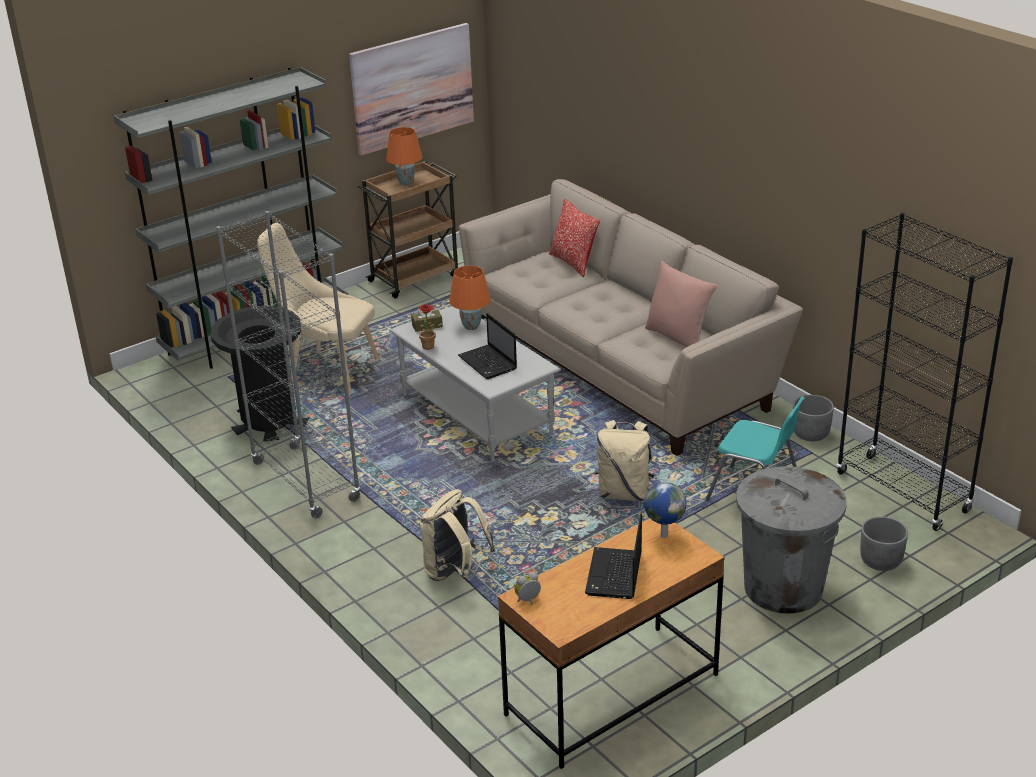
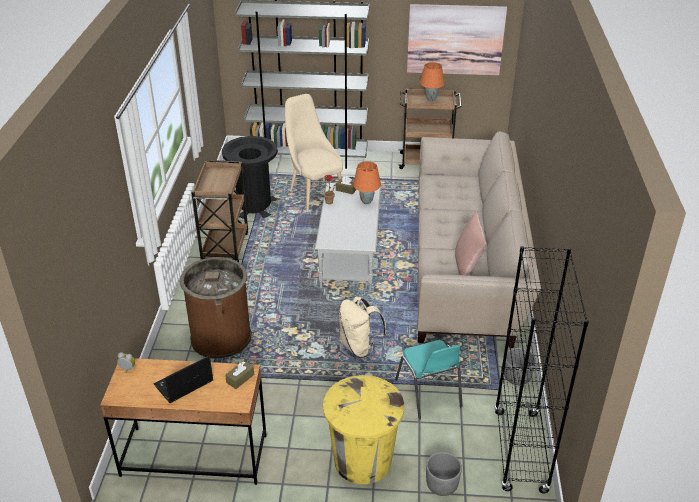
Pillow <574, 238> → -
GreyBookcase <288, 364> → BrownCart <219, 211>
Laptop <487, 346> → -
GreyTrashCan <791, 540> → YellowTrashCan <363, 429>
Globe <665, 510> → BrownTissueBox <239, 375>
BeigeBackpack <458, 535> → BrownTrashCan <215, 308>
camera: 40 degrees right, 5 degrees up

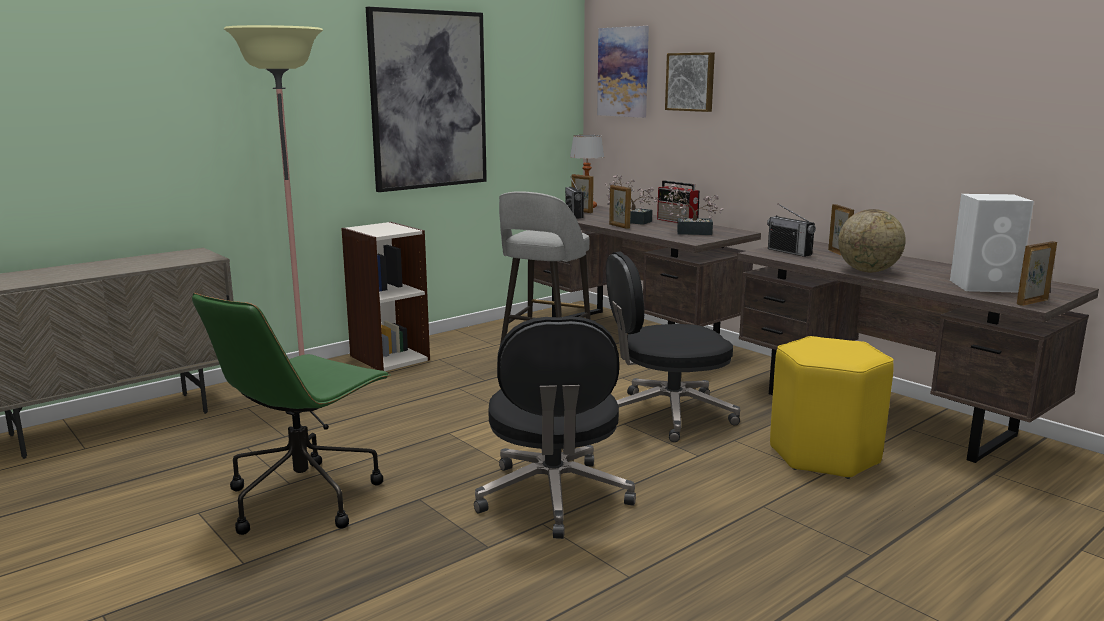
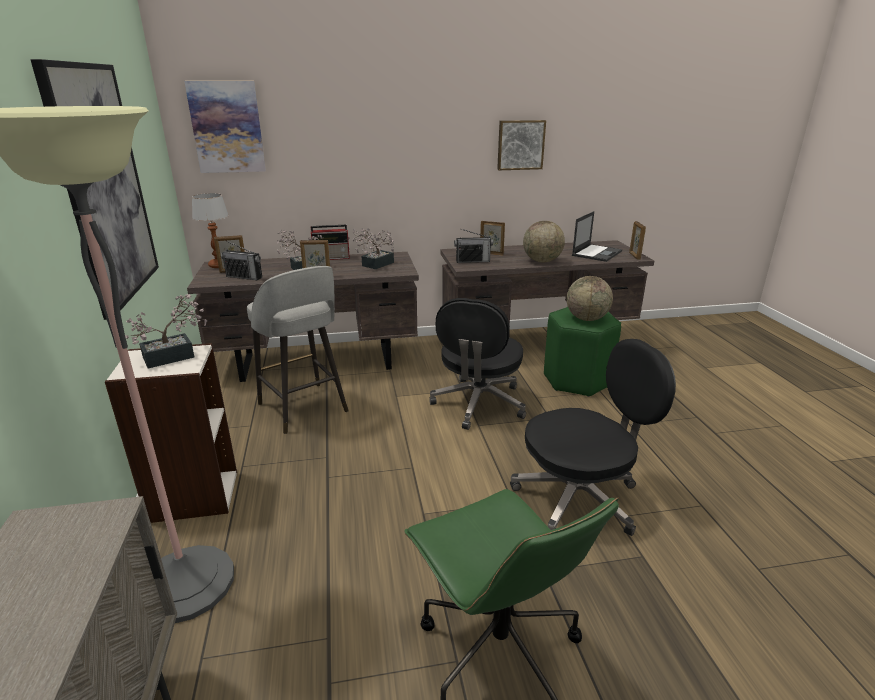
Picture <690, 82> → Picture <521, 145>, moved
WhiteSpeaker <992, 243> → Laptop <597, 236>
BlackOfficeChair <555, 427> → BlackOfficeChair <593, 437>, 45 degrees counterclockwise
YellowStool <832, 407> → GreenStool <582, 352>
- → Globe <589, 298>
- → PottedPlant <166, 331>
camera: 60 degrees left, 10 degrees up

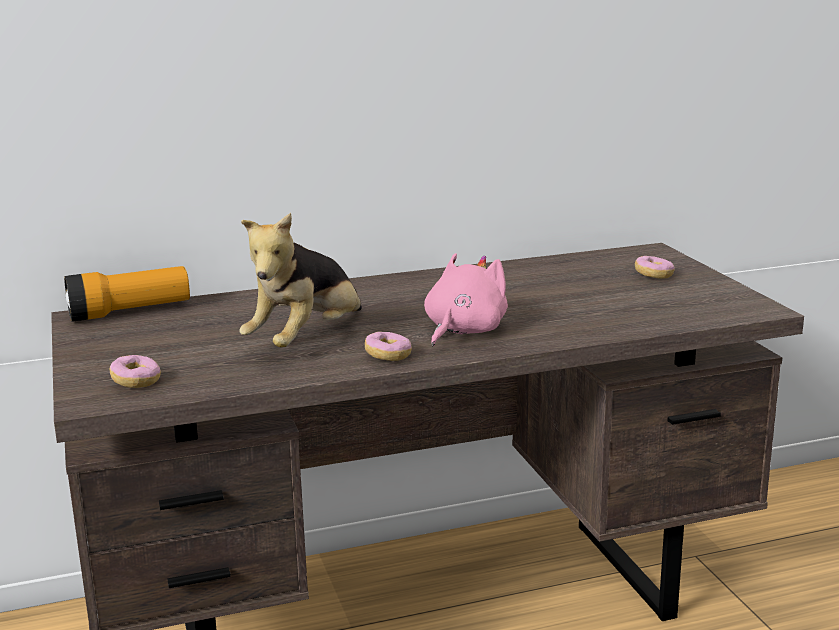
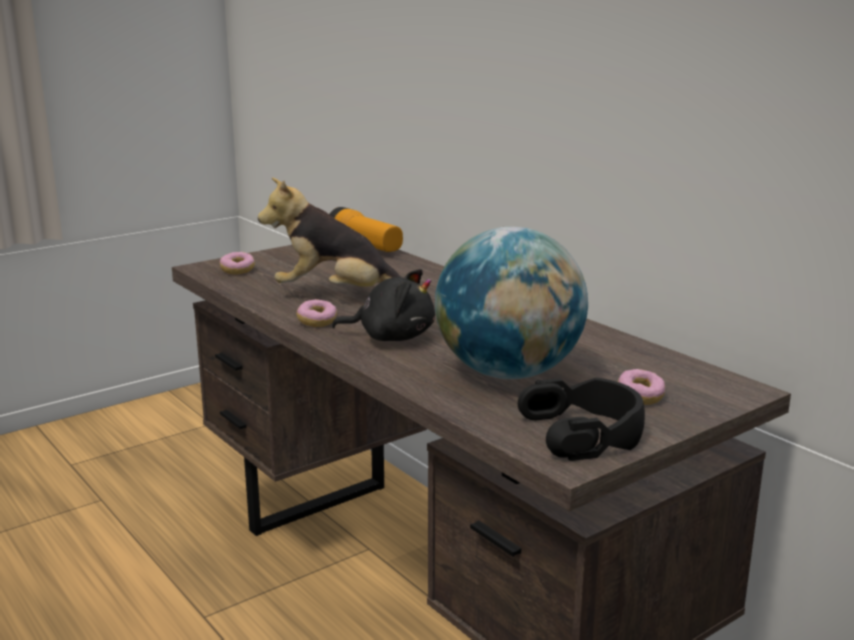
PinkPlushToy <466, 299> → BlackPlushToy <383, 305>
- → Globe <511, 303>
- → BlackHeadphones <581, 419>
camera: 70 degrees right, 0 degrees up

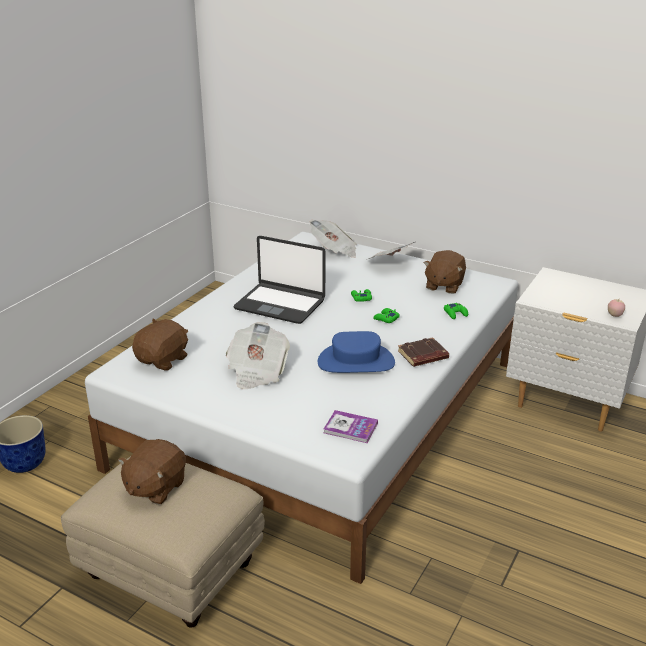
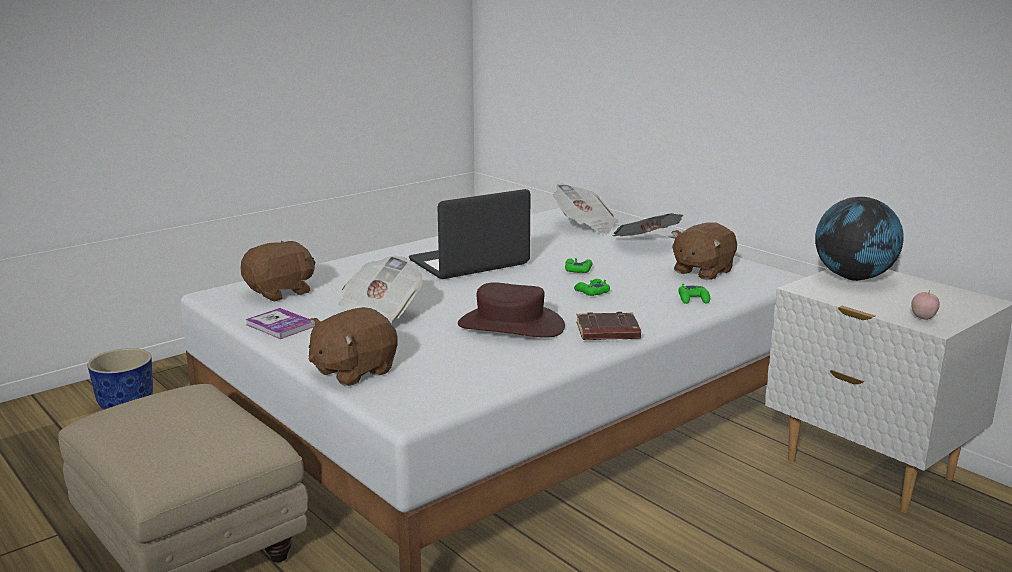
Laptop <279, 280> → Laptop <469, 234>, 105 degrees clockwise
BlueHat <356, 352> → BrownHat <511, 310>
Book <350, 426> → Book <279, 323>, moved
BrownPlushToy <152, 472> → BrownPlushToy <353, 346>, moved
- → Globe <859, 239>
camera: 20 degrees right, 10 degrees down

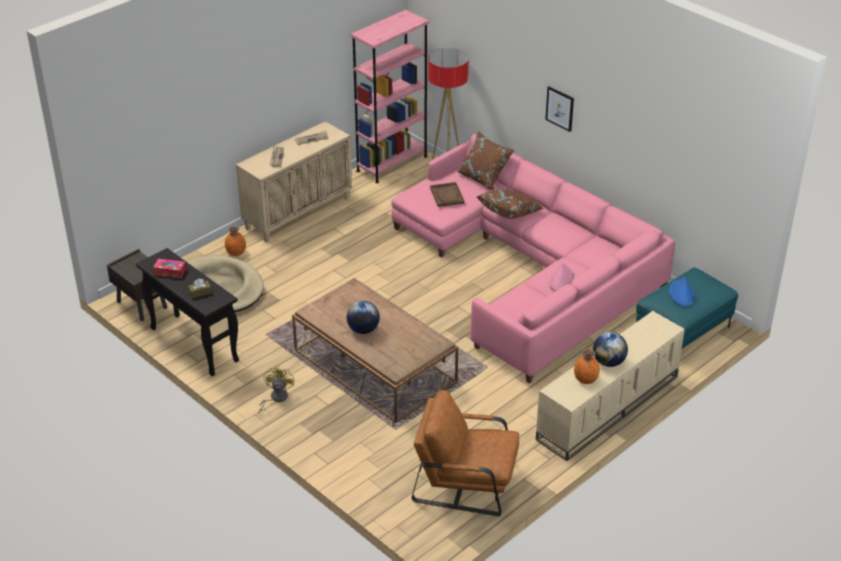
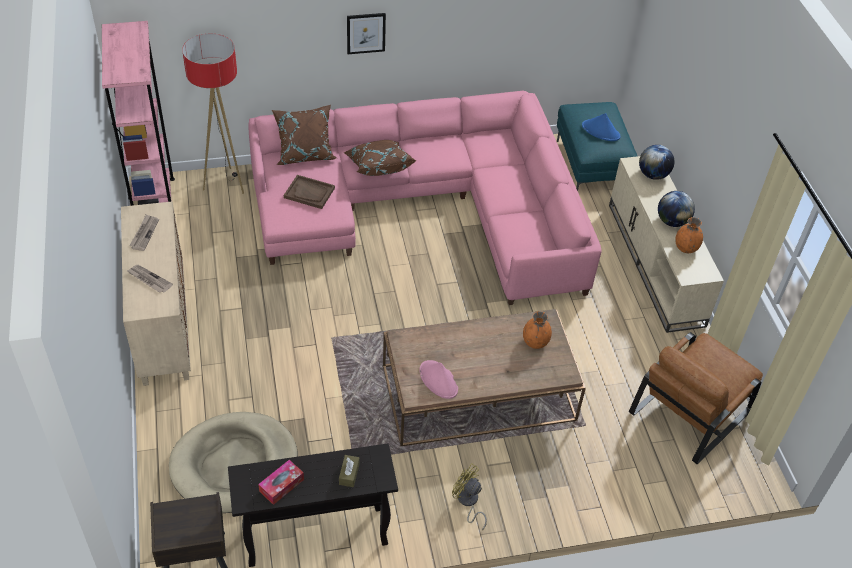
OrangeVase <235, 241> → OrangeVase <537, 330>, moved
PinkHat <561, 277> → PinkHat <438, 379>, moved
Globe <363, 317> → Globe <657, 162>, moved
camera: 60 degrees left, 10 degrees up

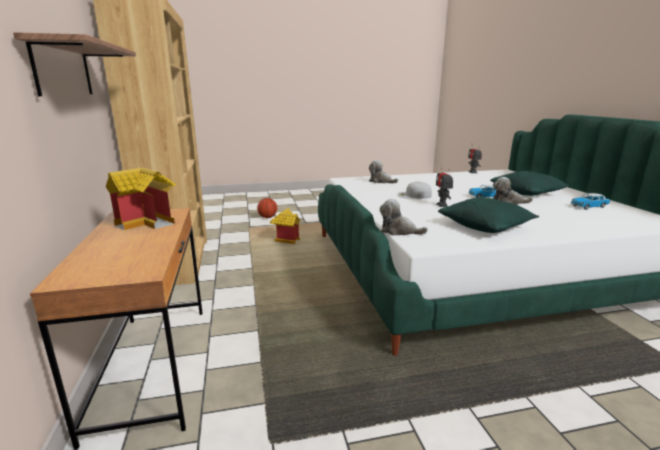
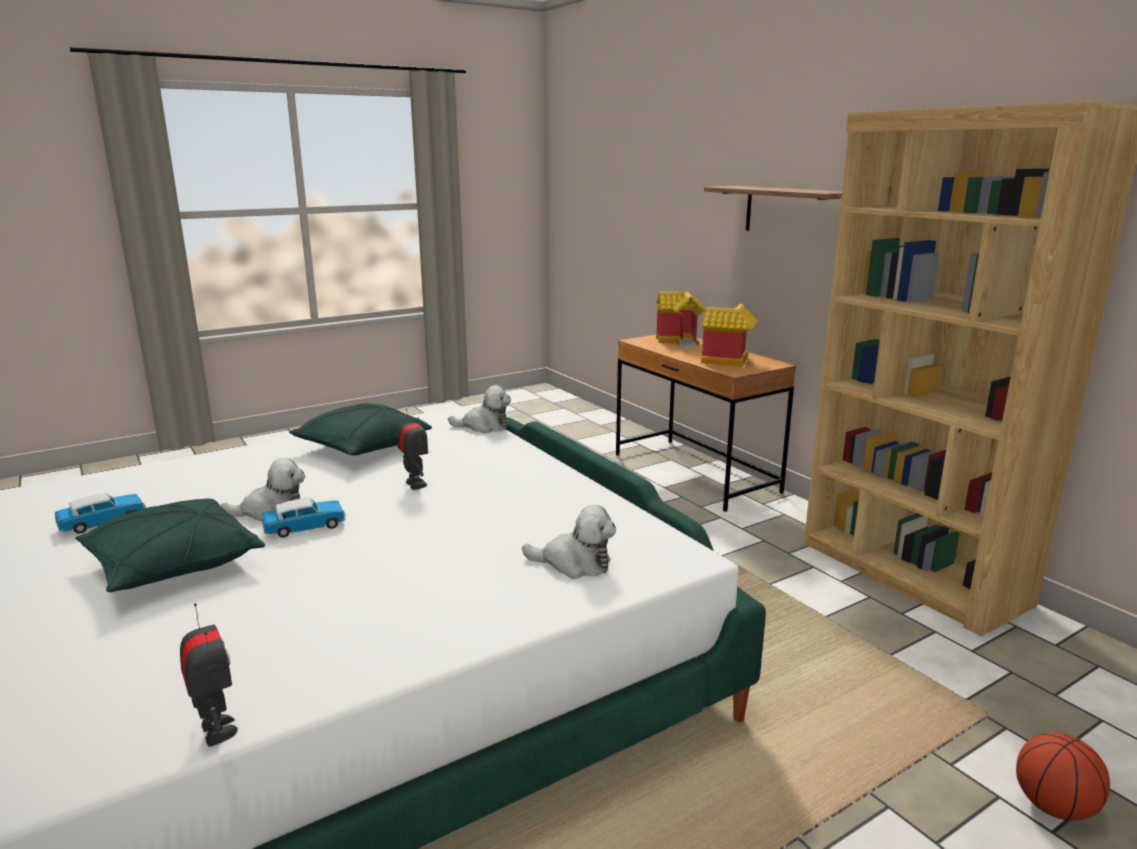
WhiteCap <414, 190> → -
ToyHouse <285, 226> → ToyHouse <681, 319>, moved
camera: 160 degrees right, 0 degrees up

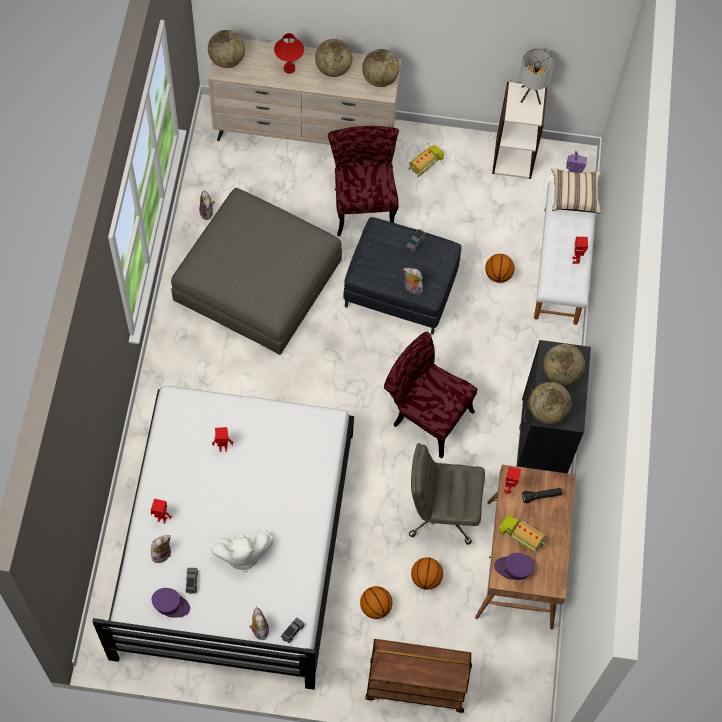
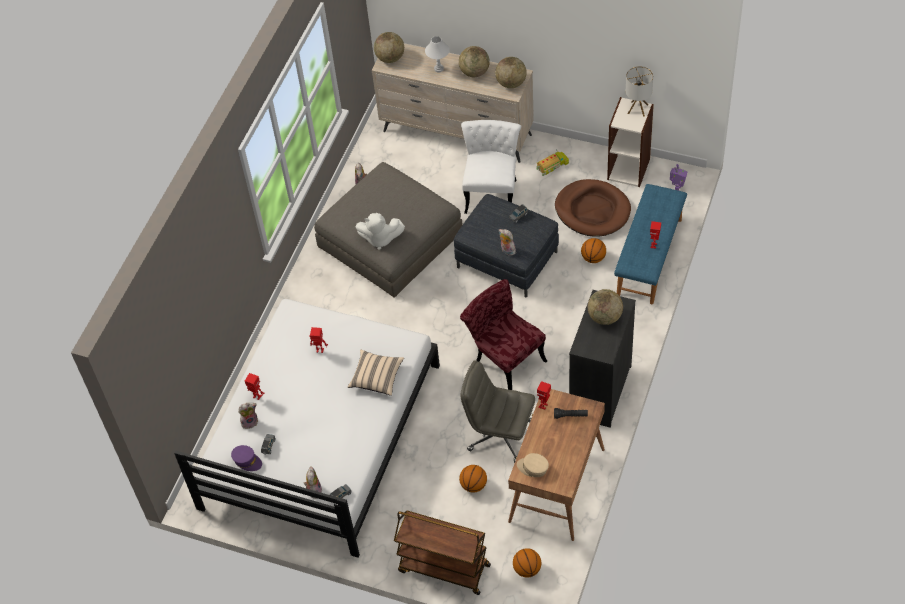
RedTableLamp <289, 53> → WhiteTableLamp <437, 54>
RedChair <363, 181> → WhiteChair <491, 167>
BeigePillow <576, 191> → BeigePillow <376, 373>, moved
WhiteBench <564, 253> → BlueBench <650, 244>
Globe <550, 403> → -
ToyTruck <522, 533> → -
WhitePlushToy <242, 551> → WhitePlushToy <380, 231>, moved
PurpleCap <514, 566> → BeigeCap <533, 465>
Basketball <376, 602> → Basketball <527, 563>, moved
- → BrownDogBed <593, 207>
camera: 20 degrees right, 10 degrees down

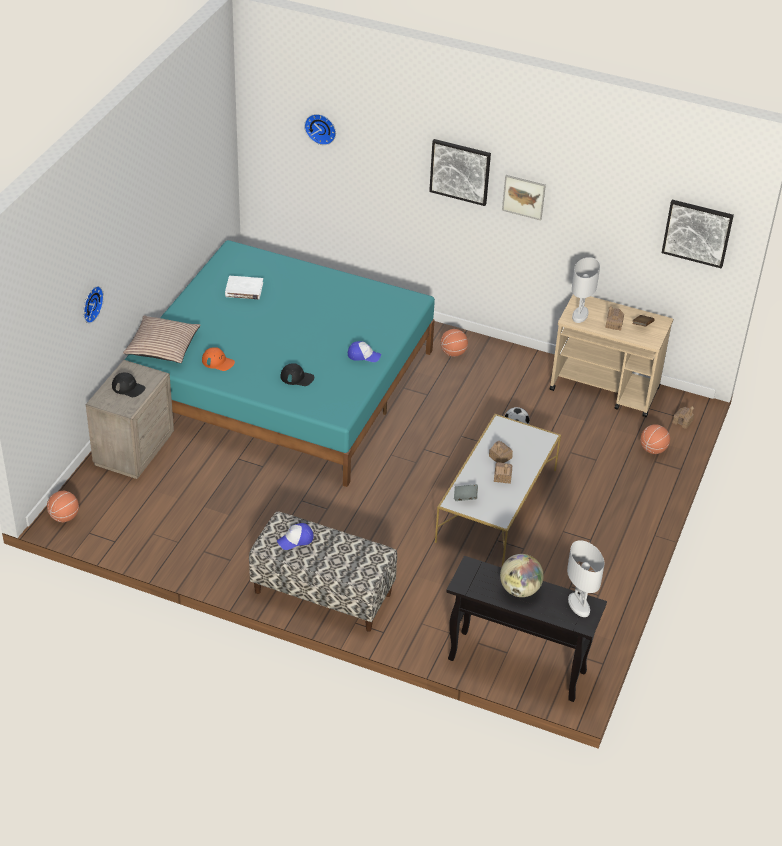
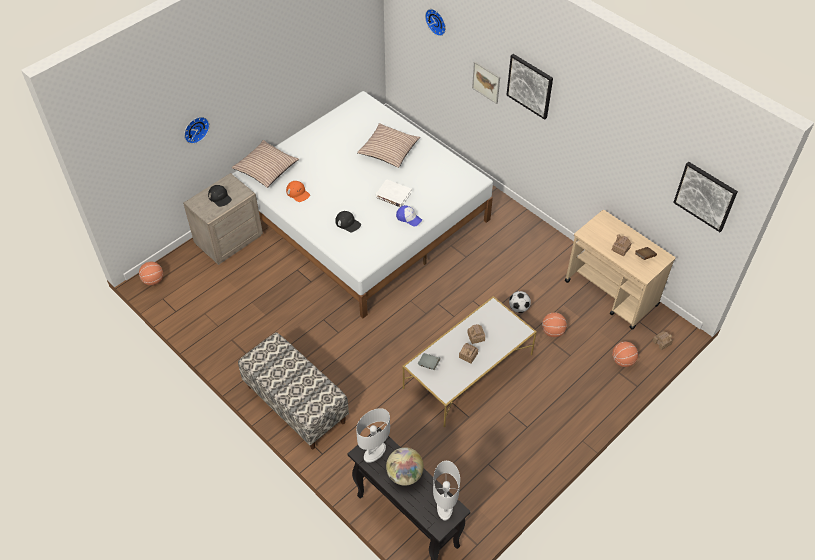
Picture <524, 198> → Picture <486, 82>, moved
TurquoiseBed <279, 363> → WhiteBed <362, 204>
WhiteTableLamp <586, 290> → WhiteTableLamp <373, 435>, moved
WhiteBook <244, 288> → WhiteBook <394, 193>, moved
Basketball <454, 343> → Basketball <554, 324>, moved
Cap <295, 536> → -
- → Pillow <388, 145>
camera: 25 degrees right, 10 degrees up

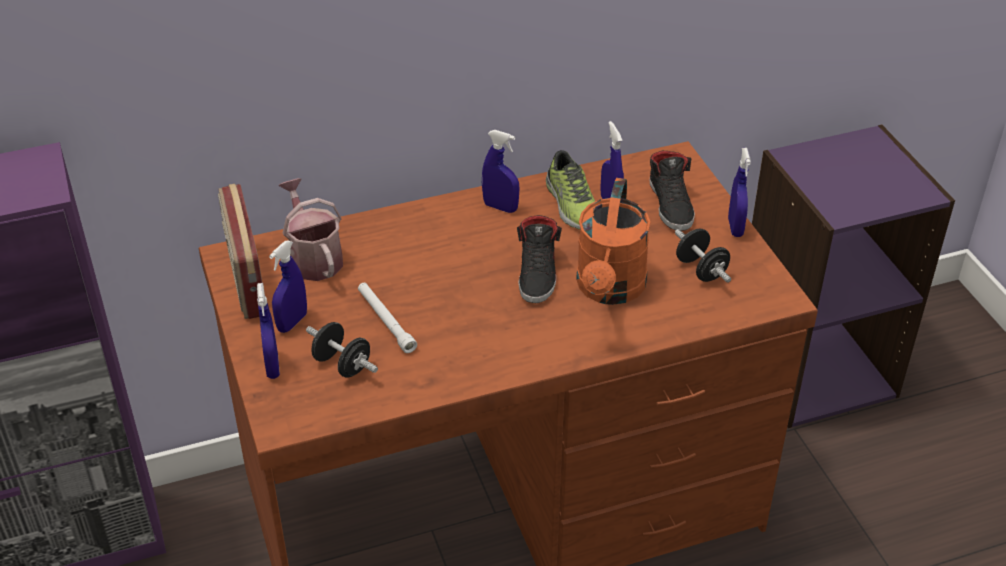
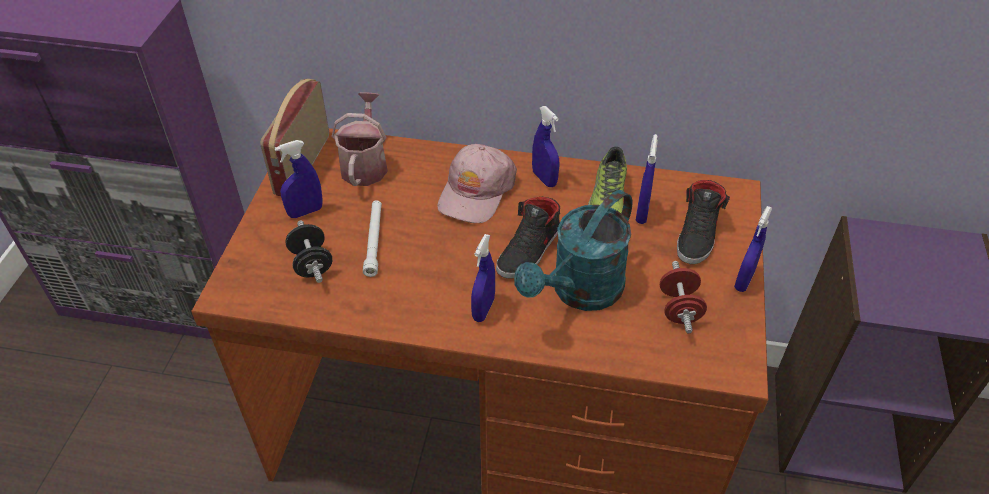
OrangeWateringCan <613, 241> → TurquoiseWateringCan <573, 250>
BlackDumbbell <703, 256> → RedDumbbell <683, 297>
BlueSprayBottle <268, 331> → BlueSprayBottle <483, 278>, moved
- → PinkCap <477, 183>
camera: 30 degrees right, 5 degrees up

